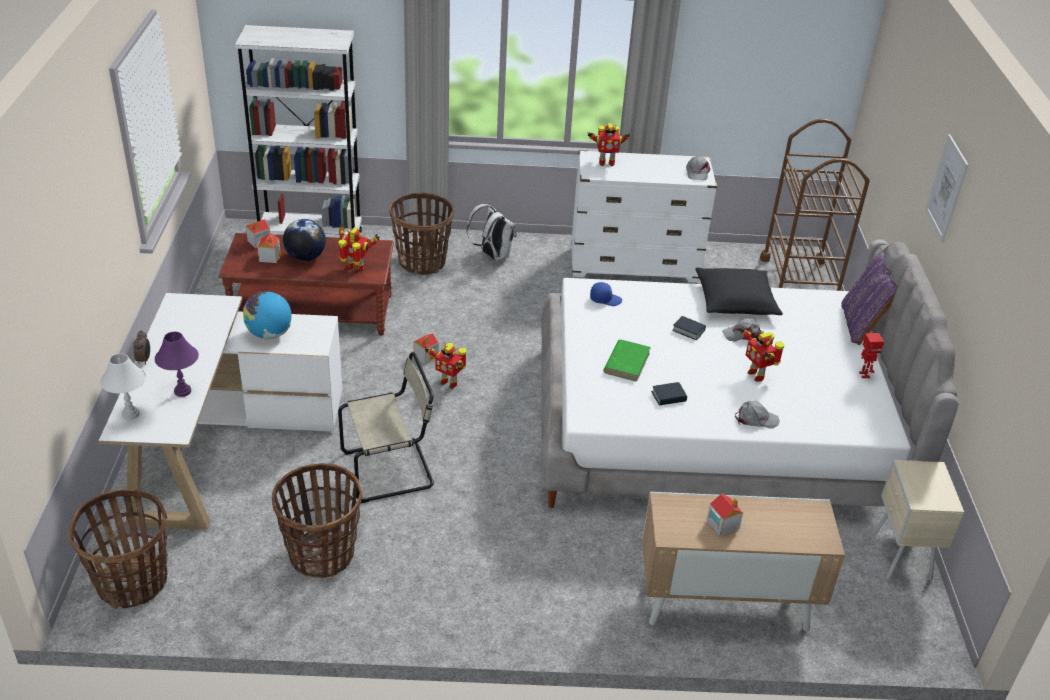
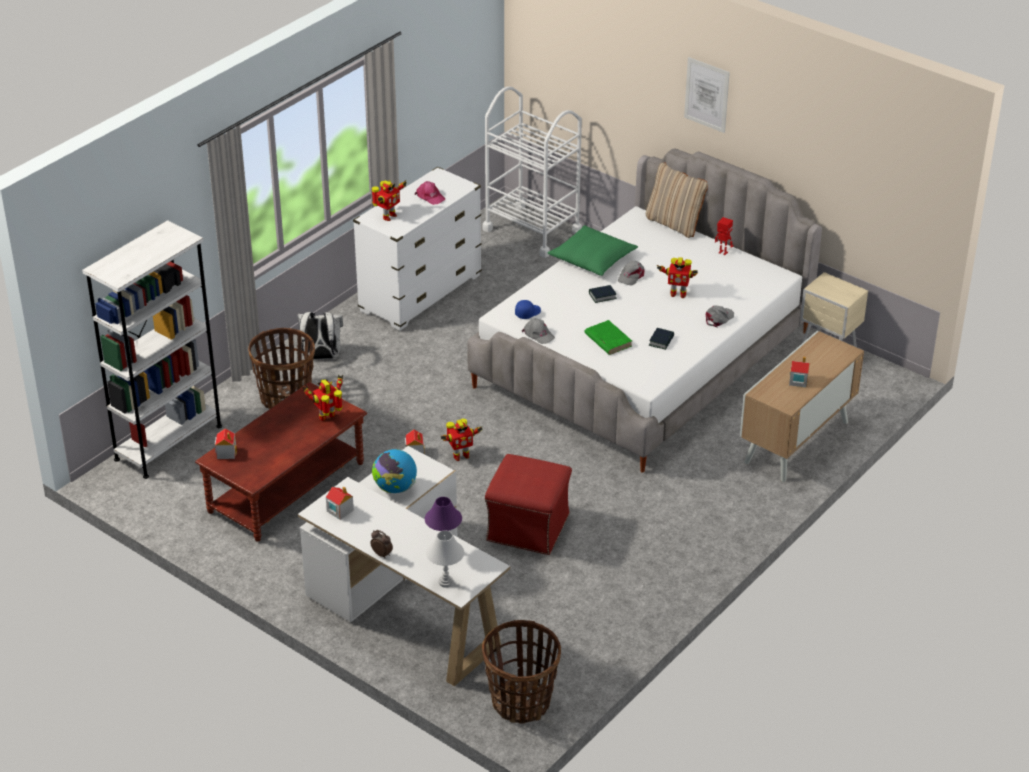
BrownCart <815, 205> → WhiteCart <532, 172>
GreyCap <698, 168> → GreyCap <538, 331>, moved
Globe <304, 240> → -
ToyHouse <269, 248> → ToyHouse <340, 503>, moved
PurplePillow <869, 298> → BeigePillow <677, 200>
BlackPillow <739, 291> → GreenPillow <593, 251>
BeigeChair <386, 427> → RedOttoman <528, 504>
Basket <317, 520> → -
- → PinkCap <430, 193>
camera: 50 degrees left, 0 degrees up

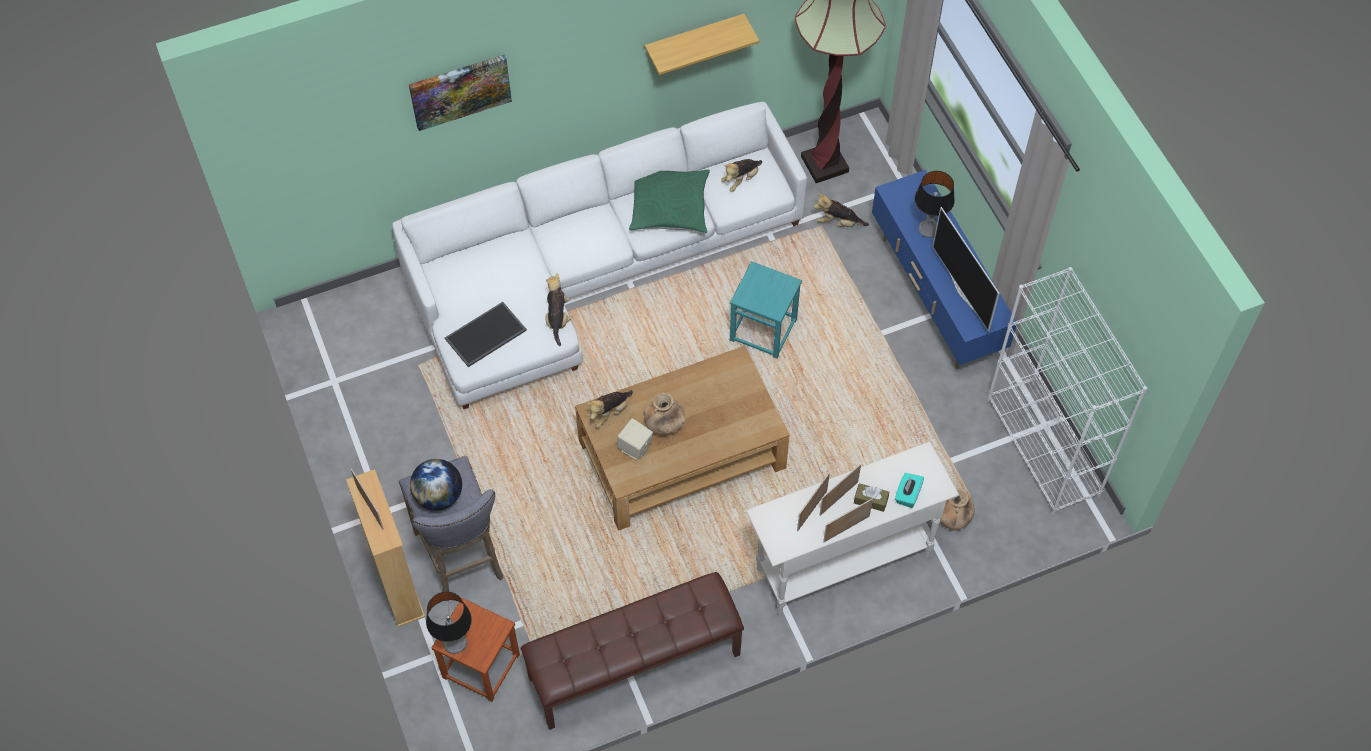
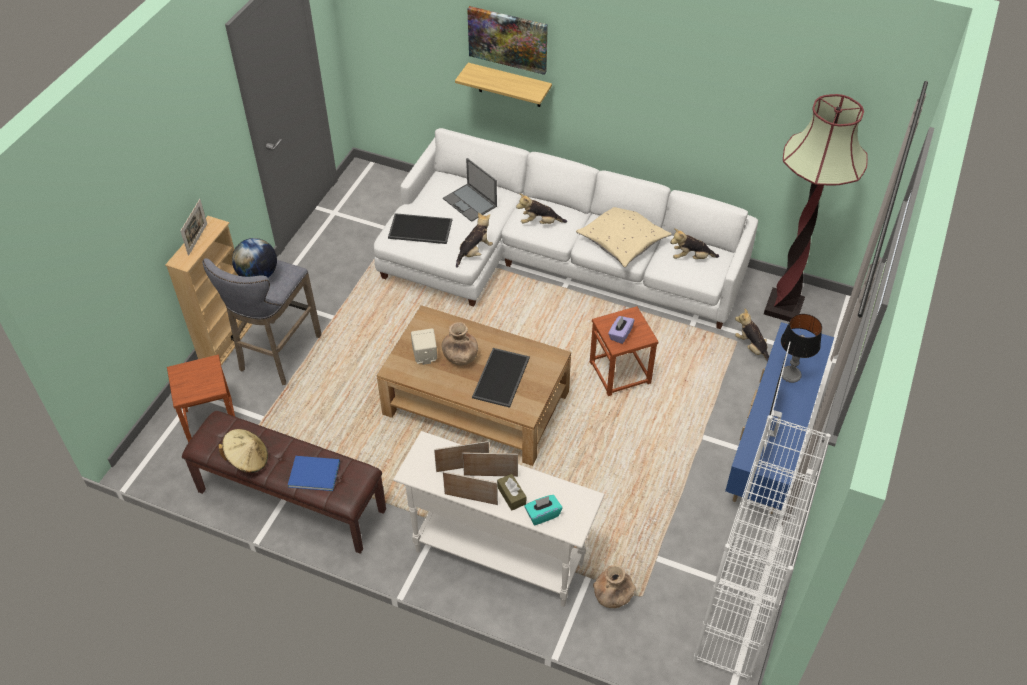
Shelf <702, 44> → Shelf <503, 85>, moved
GreenPillow <669, 201> → BeigePillow <624, 237>
TurquoiseStool <766, 310> → BrownStool <624, 351>
PlushToy <610, 409> → PlushToy <541, 208>, moved
TableLamp <449, 623> → -
- → Laptop <470, 190>
- → PurpleTissueBox <621, 330>
- → Tray <501, 378>
- → BeigeHat <243, 451>
- → BlueBook <314, 473>
camera: 45 degrees right, 10 degrees down

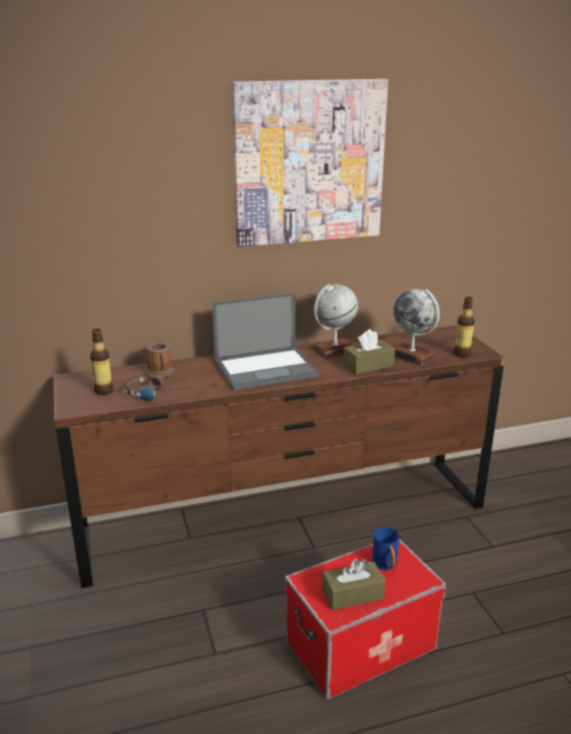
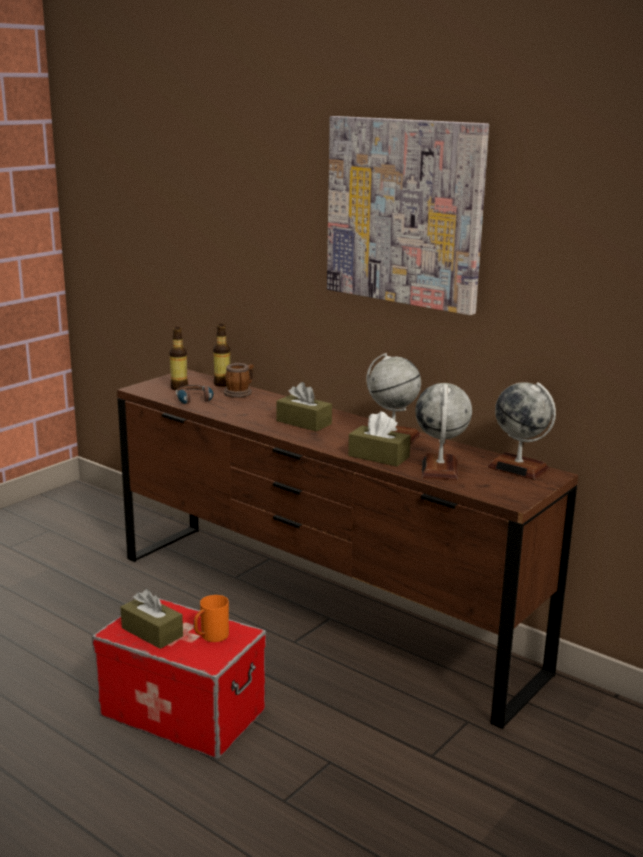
Laptop <265, 341> → BrownTissueBox <304, 407>
Bottle <464, 327> → Bottle <221, 355>, moved
BlueMug <386, 548> → OrangeMug <211, 618>
- → Globe <522, 431>
camera: 55 degrees right, 5 degrees down

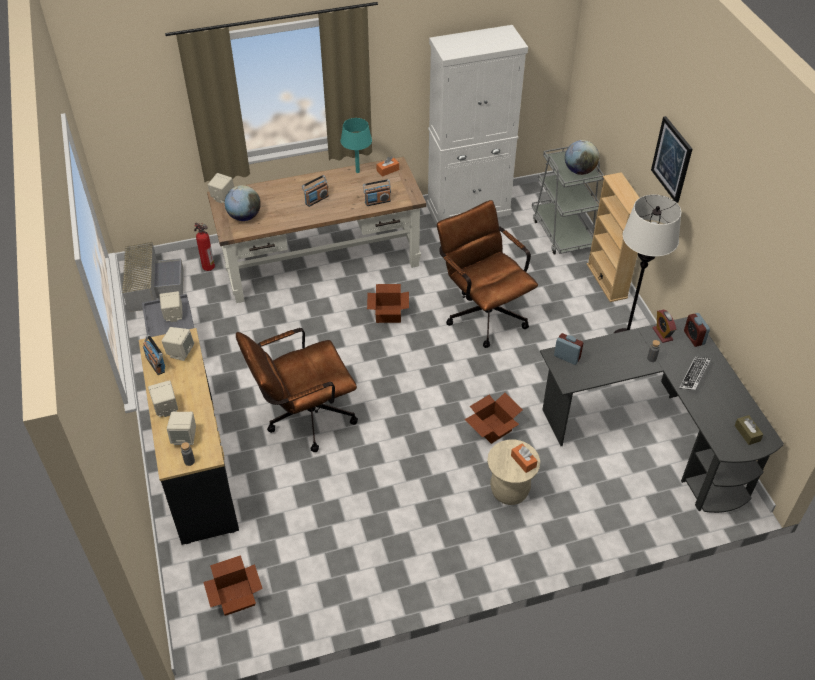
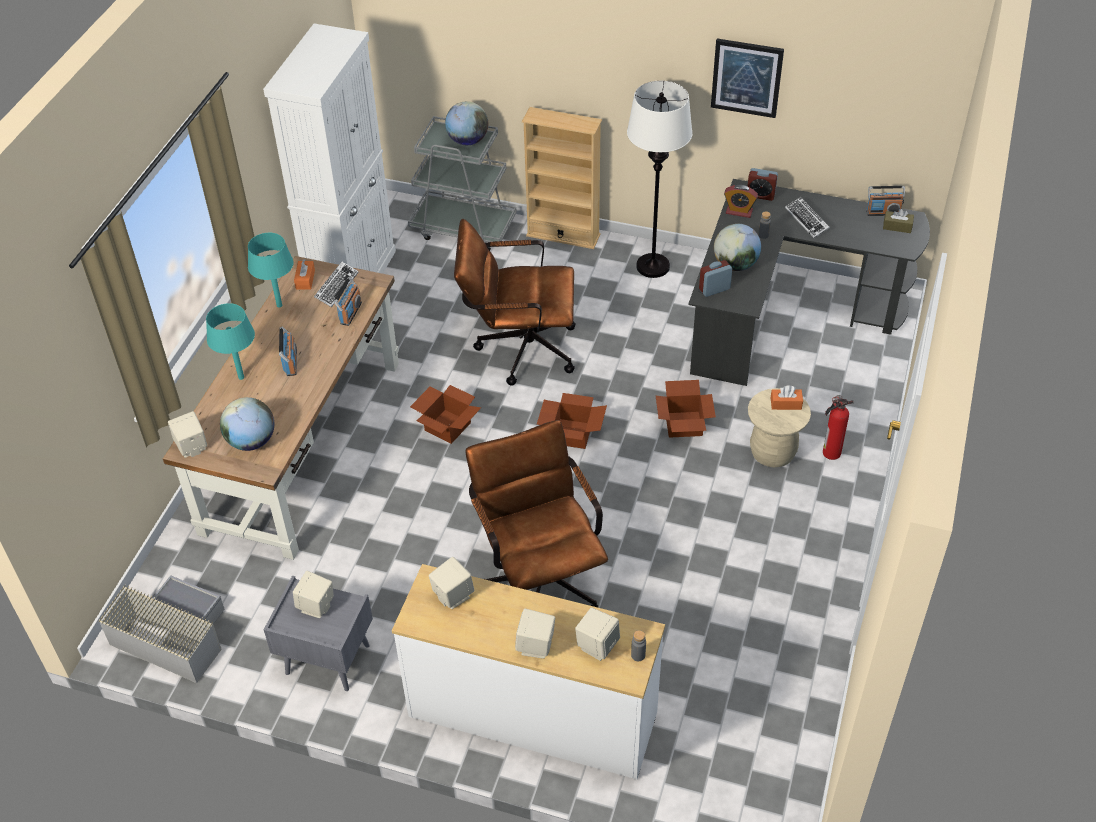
Picture <671, 159> → Picture <747, 78>, moved
FireExtinguisher <204, 246> → FireExtinguisher <838, 427>, moved
BlackDresser <189, 436> → WhiteDresser <528, 671>
BrownOfficeChair <297, 390> → BrownOfficeChair <536, 514>, 150 degrees clockwise
Radio <154, 355> → Radio <885, 201>, moved
CardboardBox <233, 585> → CardboardBox <572, 421>, moved
- → Globe <737, 247>
- → Keyboard <336, 284>
- → TurquoiseTableLamp <230, 341>
camera: 55 degrees left, 0 degrees up

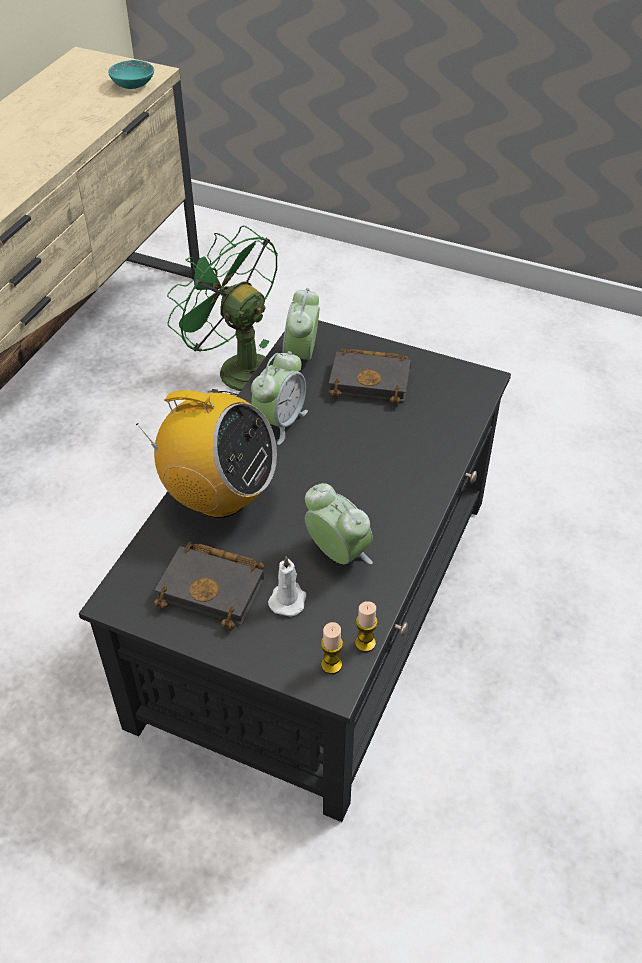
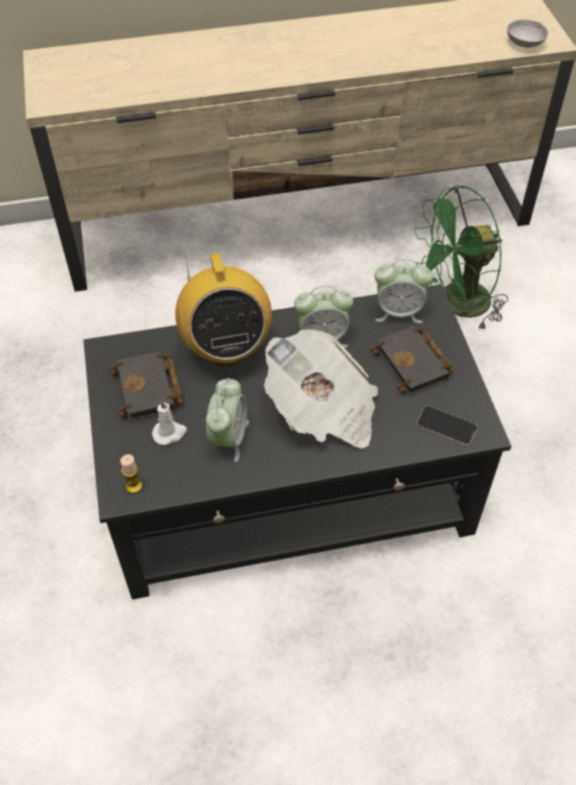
TurquoiseBowl <131, 74> → GreyBowl <527, 34>
GreenFan <222, 311> → GreenFan <461, 258>, 120 degrees counterclockwise
AlarmClock <301, 324> → AlarmClock <404, 291>, 150 degrees counterclockwise
Candle <366, 626> → -
- → Newspaper <321, 389>
- → Phone <447, 426>
camera: 55 degrees right, 5 degrees up

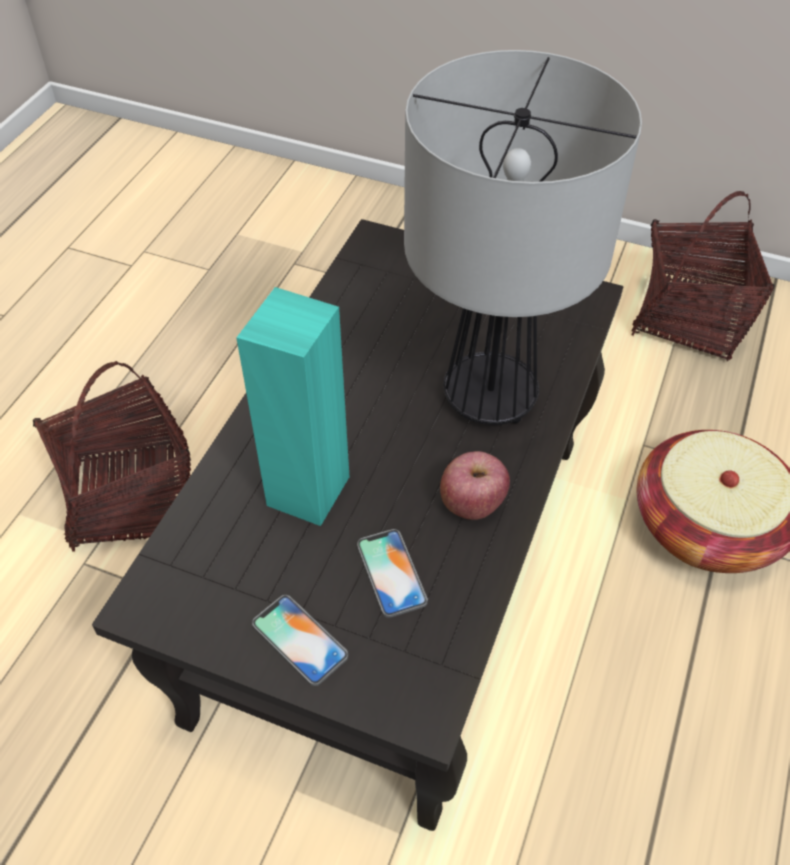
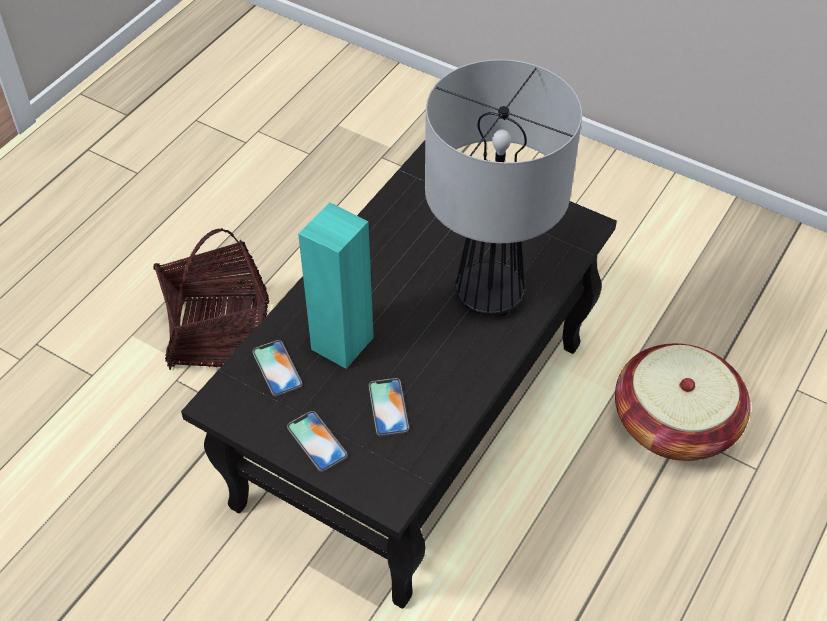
Basket <703, 276> → -
Apple <475, 485> → -
- → Phone <277, 368>
camera: 10 degrees right, 0 degrees up

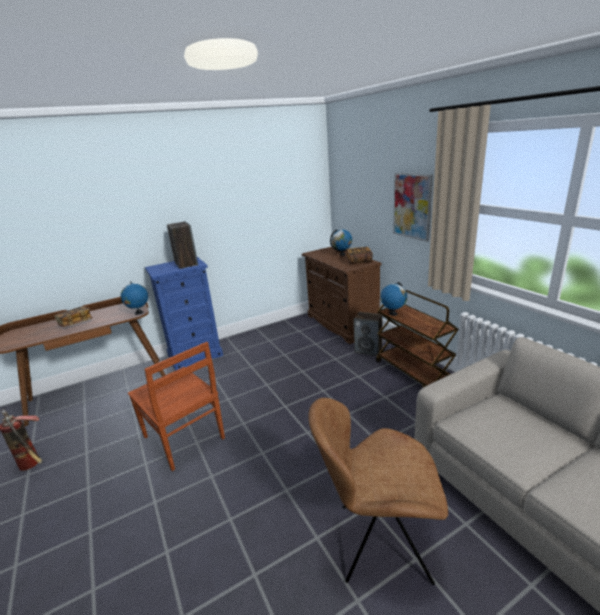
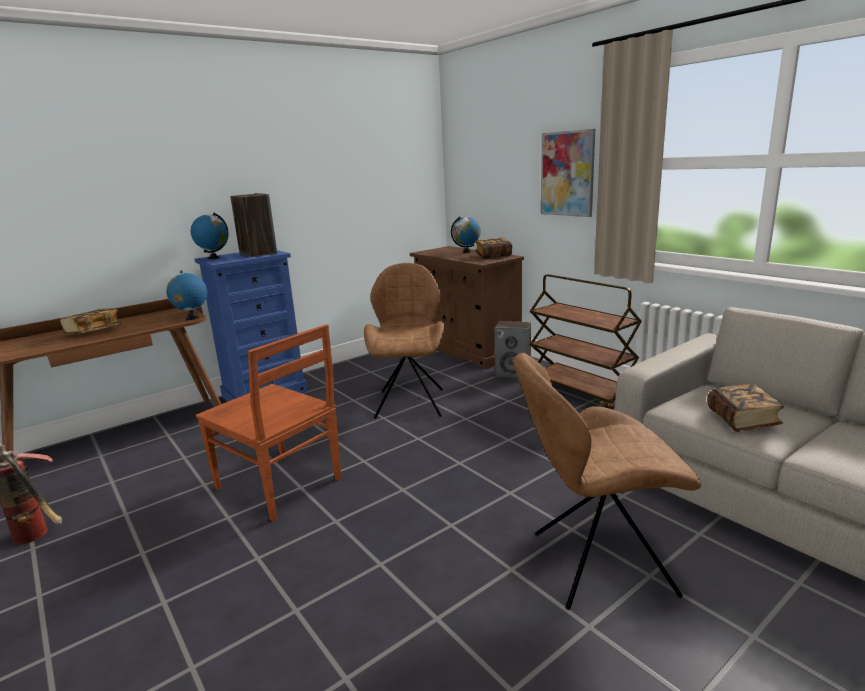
Globe <394, 299> → Globe <209, 235>, moved
- → BrownChair <404, 341>
- → Book <745, 408>
camera: 10 degrees left, 5 degrees down

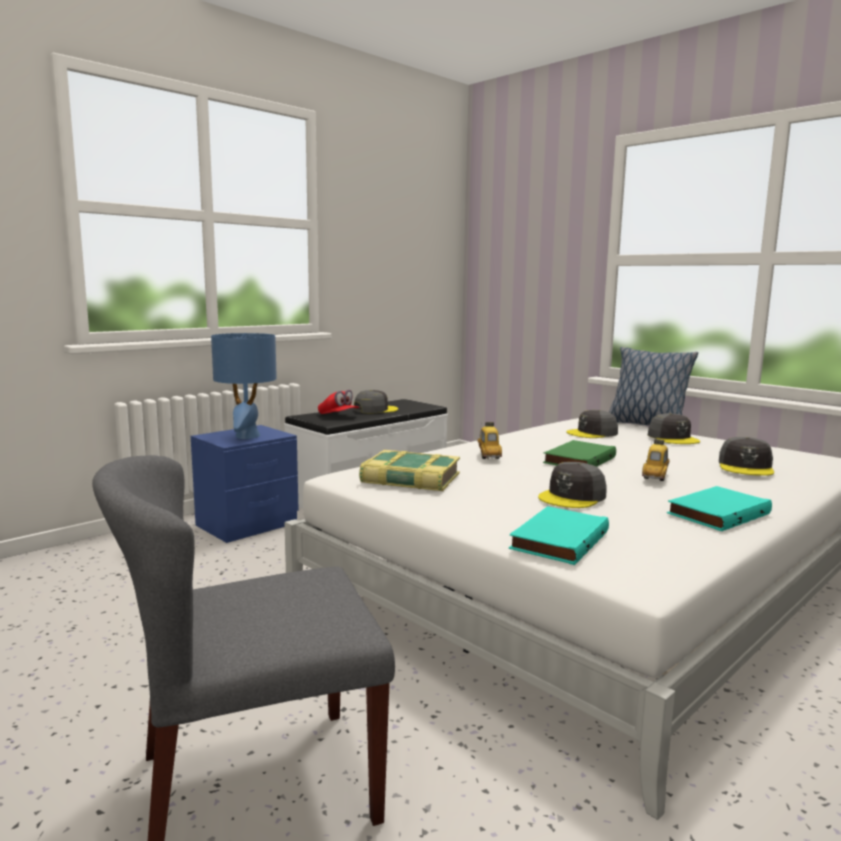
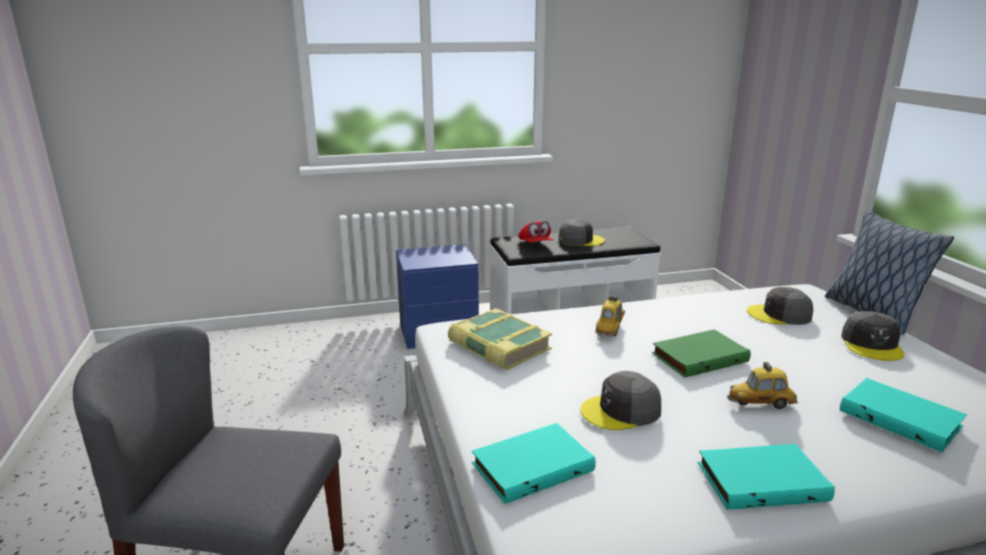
BlueTableLamp <244, 386> → -
GreyCap <746, 456> → TurquoiseBook <903, 415>
ToyCar <656, 460> → ToyCar <762, 385>, 150 degrees counterclockwise
camera: 30 degrees right, 10 degrees up

